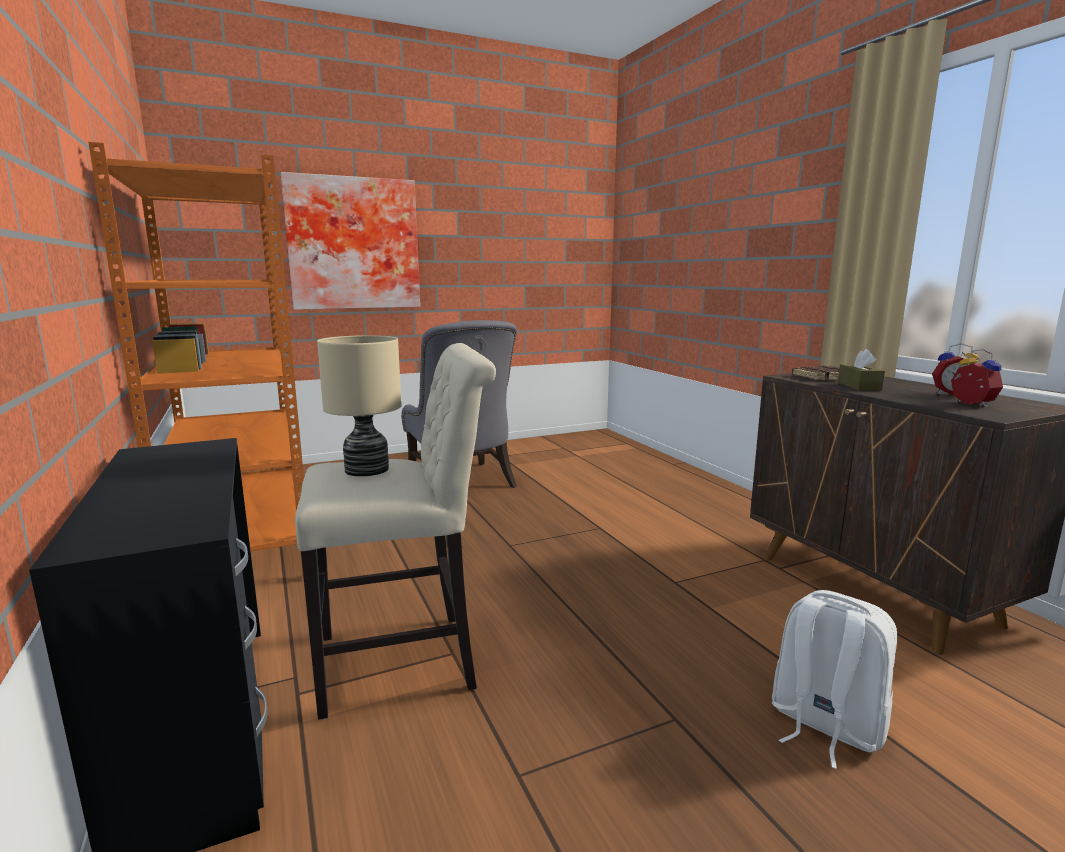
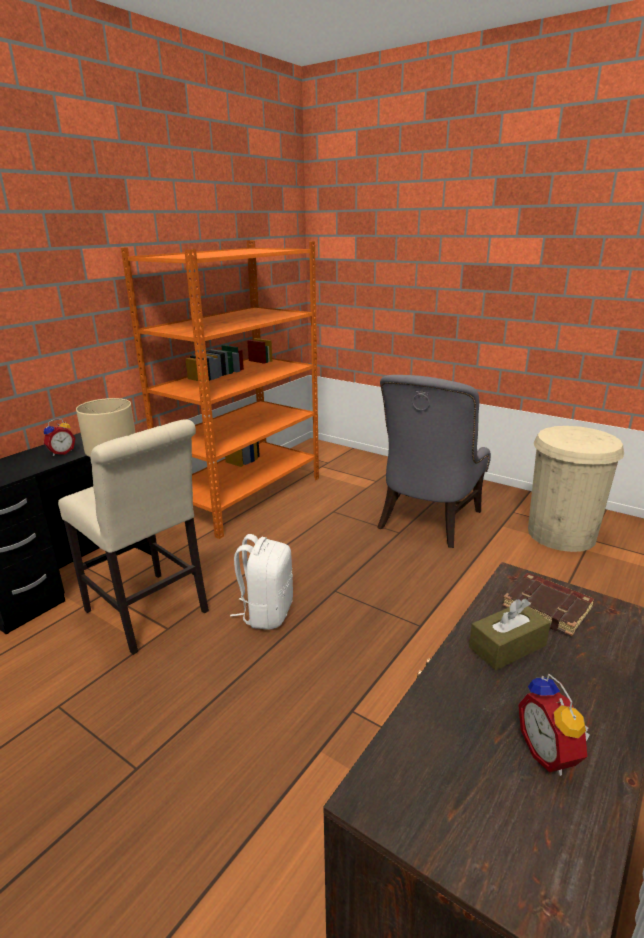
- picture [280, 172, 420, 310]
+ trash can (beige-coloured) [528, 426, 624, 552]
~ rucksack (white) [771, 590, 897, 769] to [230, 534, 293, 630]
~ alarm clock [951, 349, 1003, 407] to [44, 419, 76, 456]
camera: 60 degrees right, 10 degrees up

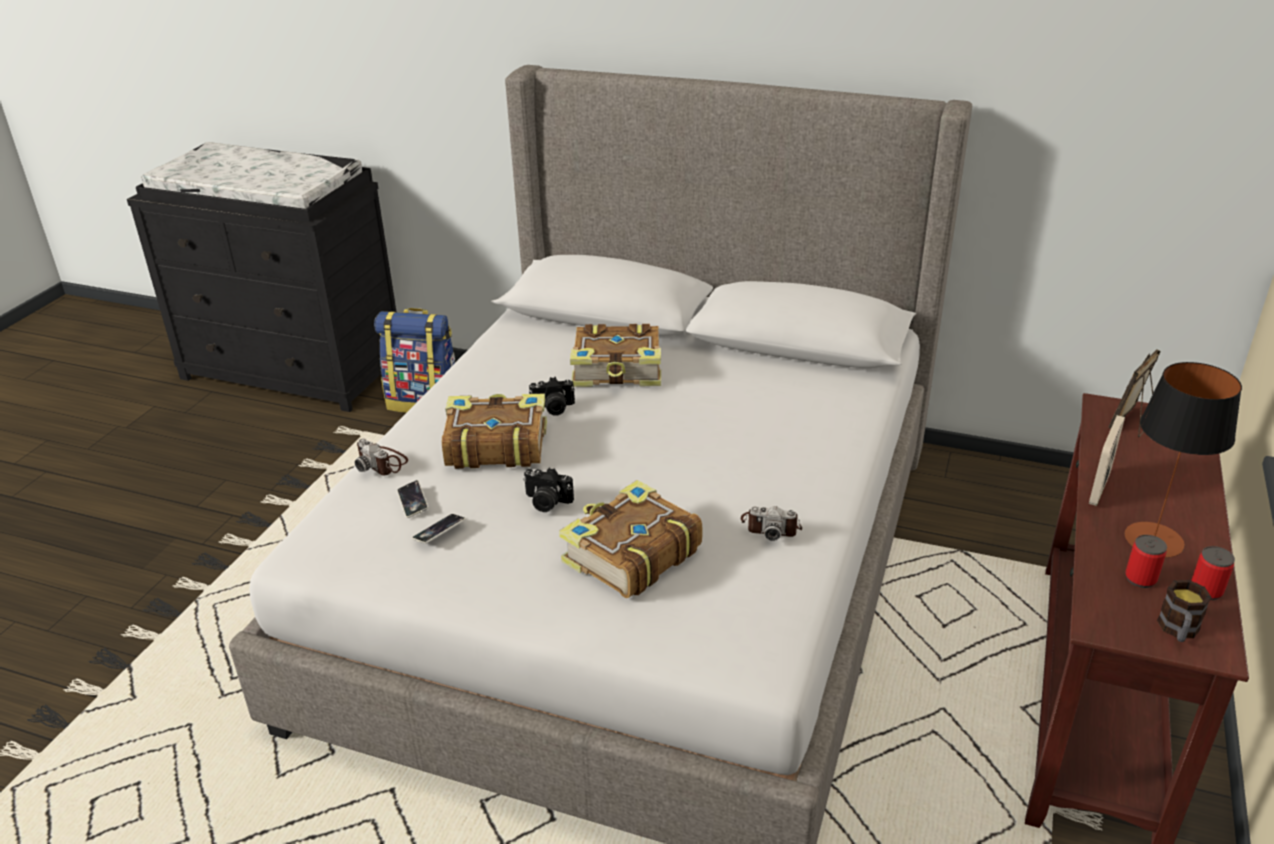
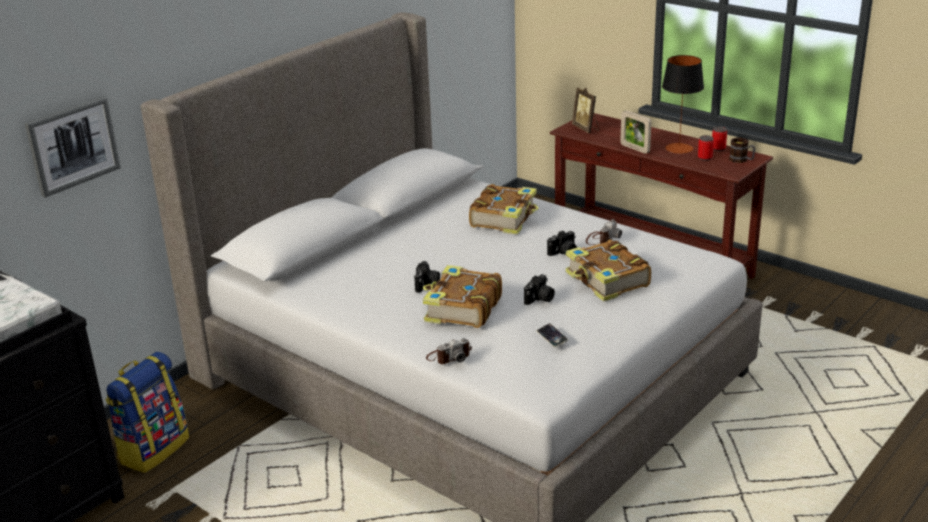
- telephone [397, 480, 429, 518]
+ picture [25, 96, 121, 198]
+ still camera [547, 231, 577, 256]
~ volume [570, 324, 661, 387] to [469, 184, 539, 235]
camera: 70 degrees left, 5 degrees down

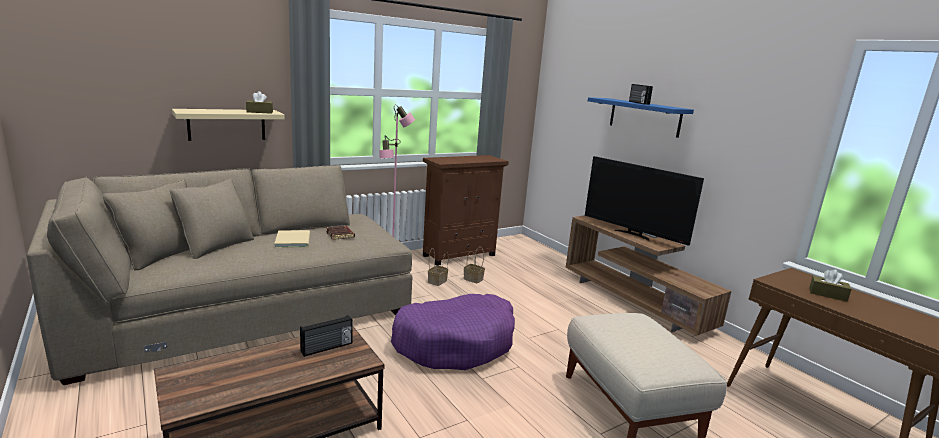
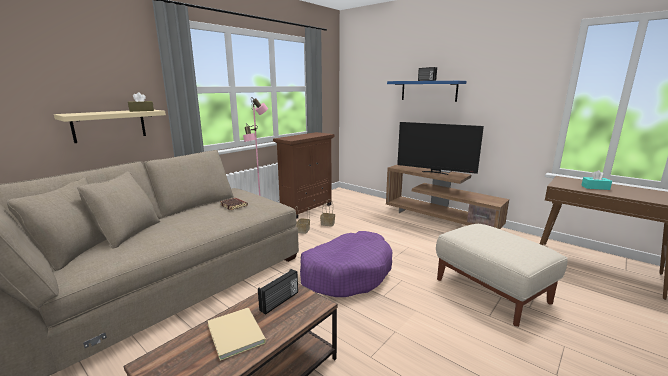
~ volume (beige-coloured) [274, 230, 310, 248] to [208, 308, 266, 361]
~ tissue holder (brown-coloured) [809, 269, 851, 301] to tissue holder (blue-green) [581, 170, 612, 190]
camera: 15 degrees left, 0 degrees up

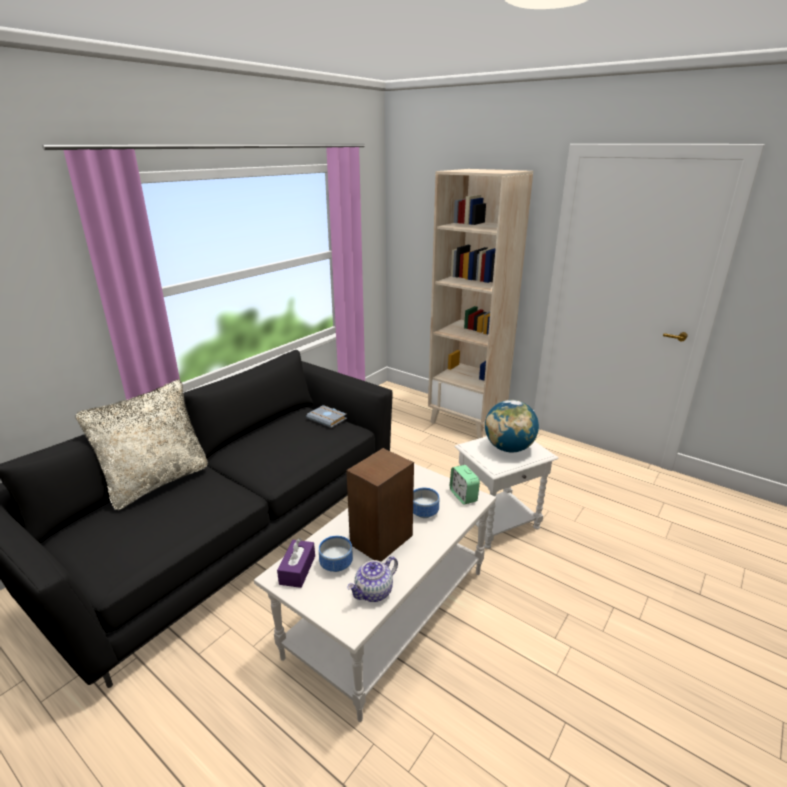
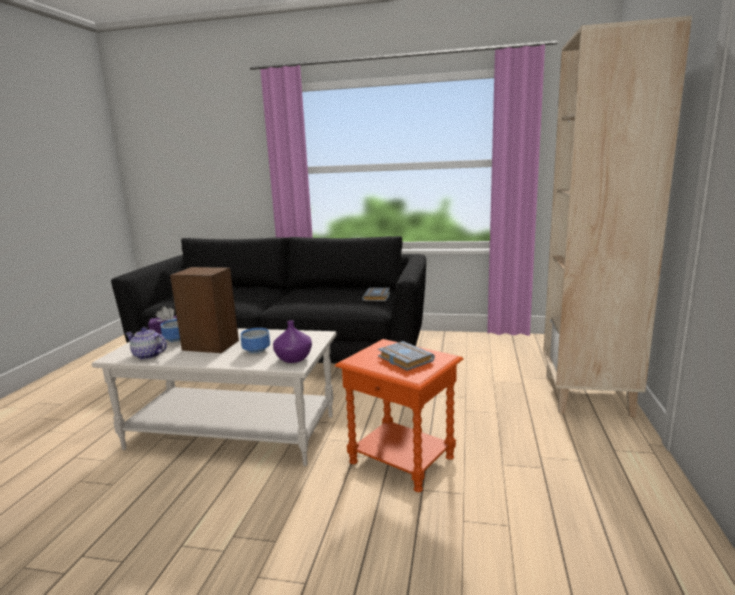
- pillow (beige-coloured) [75, 379, 208, 510]
~ alarm clock [450, 465, 480, 505] to decorative vase (purple) [273, 320, 312, 363]
~ desk globe [485, 400, 539, 452] to volume (gray) [378, 341, 435, 371]
~ side table (white) [454, 436, 559, 549] to side table (orange) [335, 339, 463, 492]
camera: 65 degrees right, 10 degrees down

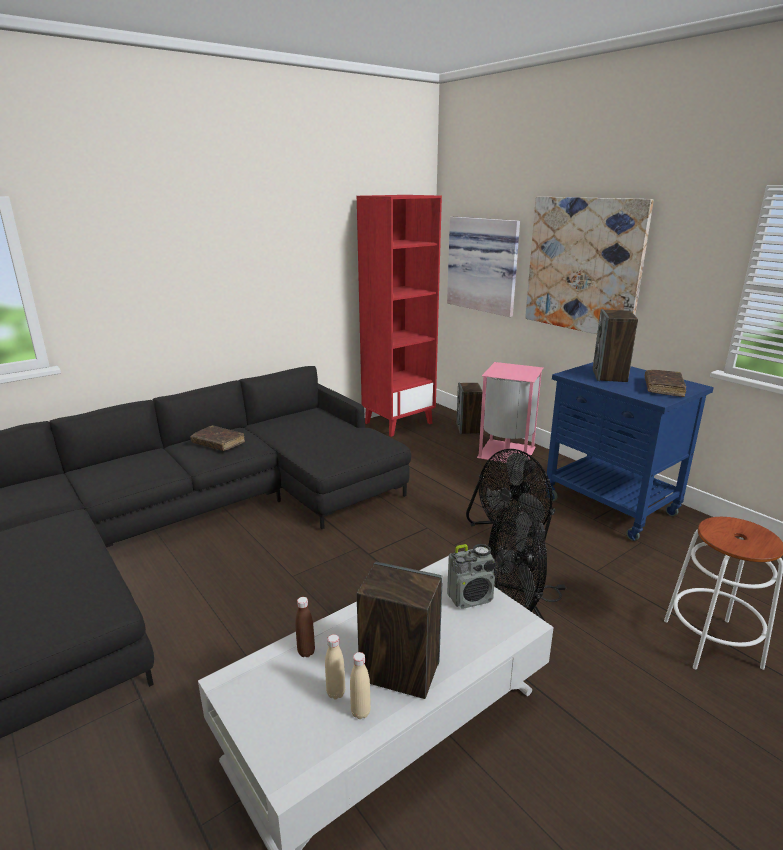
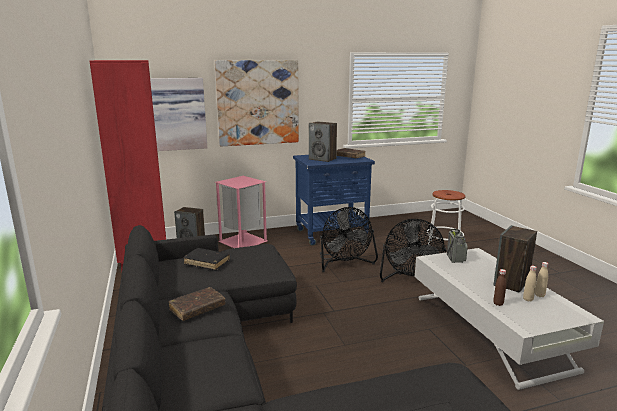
+ volume (black) [184, 248, 230, 271]
camera: 70 degrees left, 5 degrees down

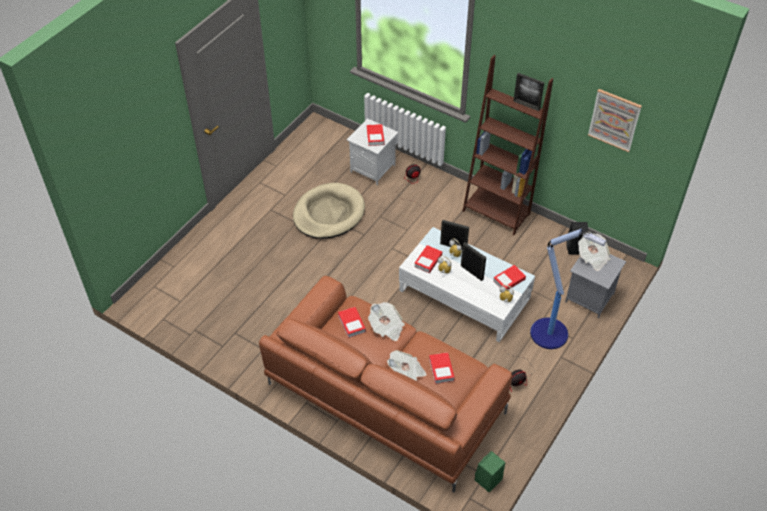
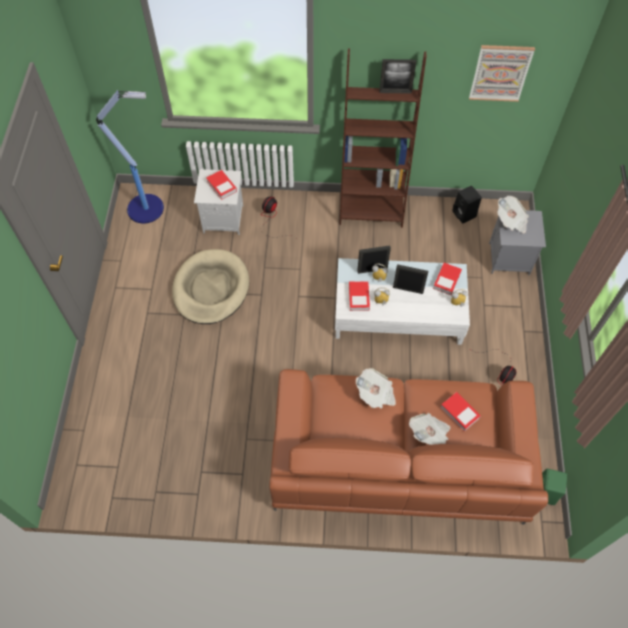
- volume [338, 307, 366, 338]
~ standing lamp [530, 228, 607, 349] to [96, 90, 164, 224]
camera: 30 degrees left, 10 degrees up

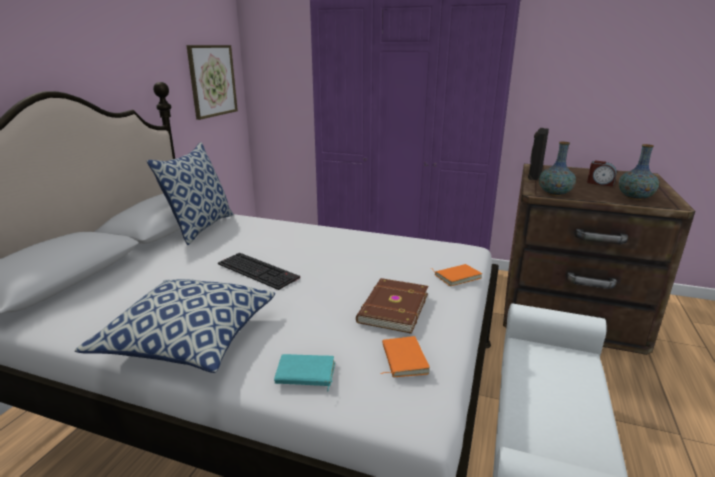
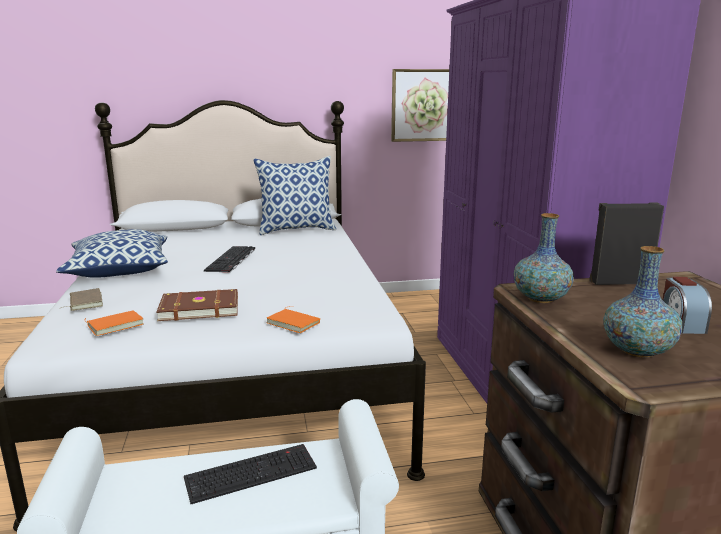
+ PC keyboard [184, 444, 317, 504]
~ volume (blue-green) [274, 354, 335, 391] to volume (brown-coloured) [61, 288, 103, 311]
camera: 60 degrees right, 5 degrees down

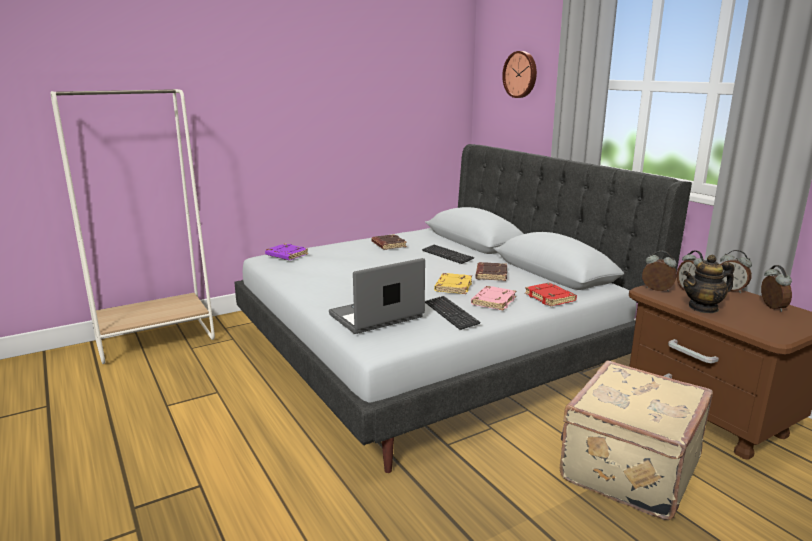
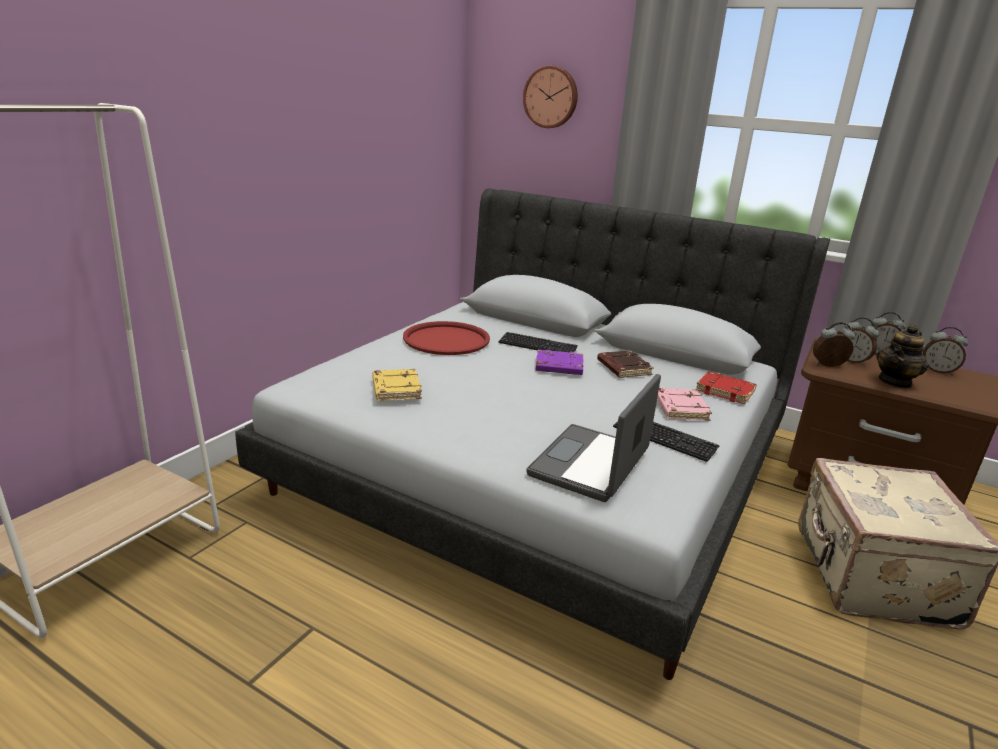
~ volume (purple) [265, 243, 308, 260] to [536, 350, 584, 375]
~ volume (yellow-coloured) [434, 273, 472, 294] to [372, 369, 422, 401]
~ volume (brown-coloured) [372, 234, 407, 250] to serving tray (red) [403, 321, 490, 355]
~ alarm clock [761, 265, 792, 312] = [923, 327, 968, 375] 150 degrees clockwise
camera: 30 degrees left, 5 degrees up

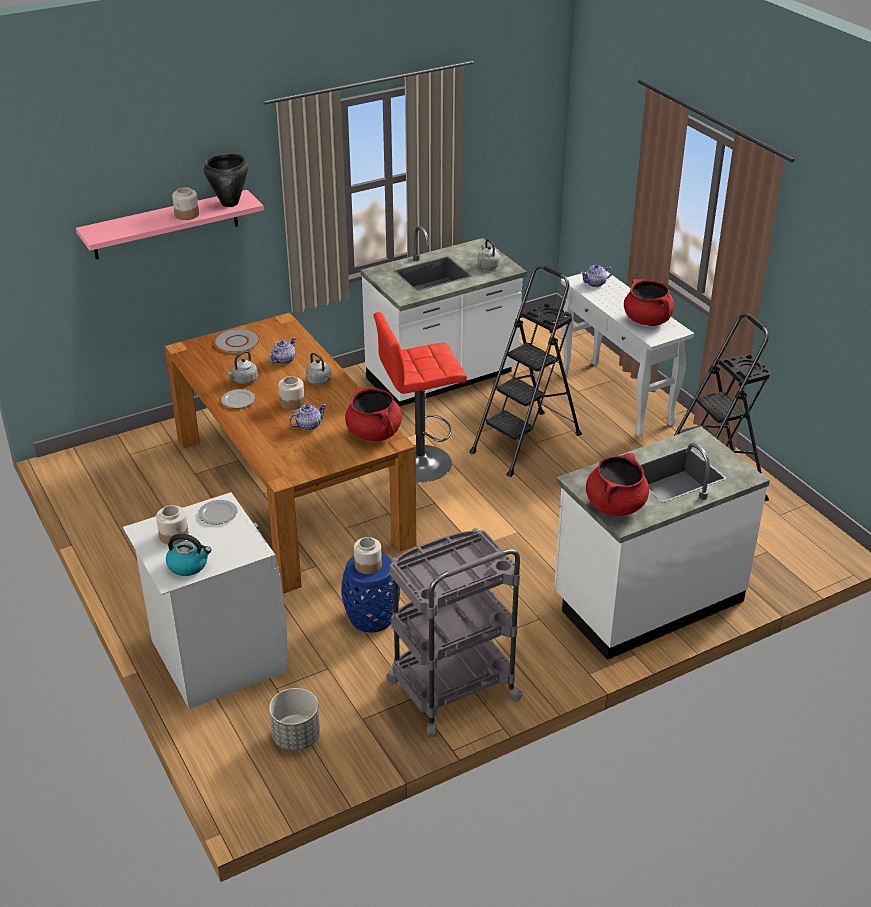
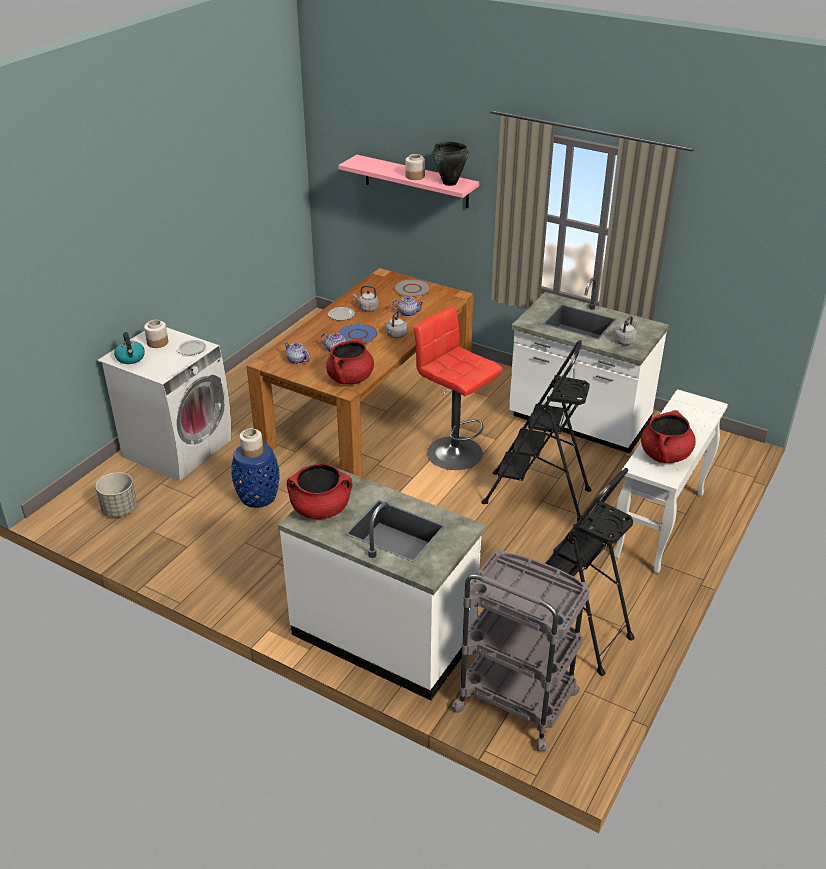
~ wheeled cart (gray) [386, 528, 523, 737] to [451, 550, 590, 751]
~ tea pot [580, 264, 613, 287] to [284, 341, 310, 364]
~ preserve jar [278, 376, 305, 410] to flat dish (bluish) [338, 323, 378, 344]
camera: 60 degrees right, 0 degrees up

